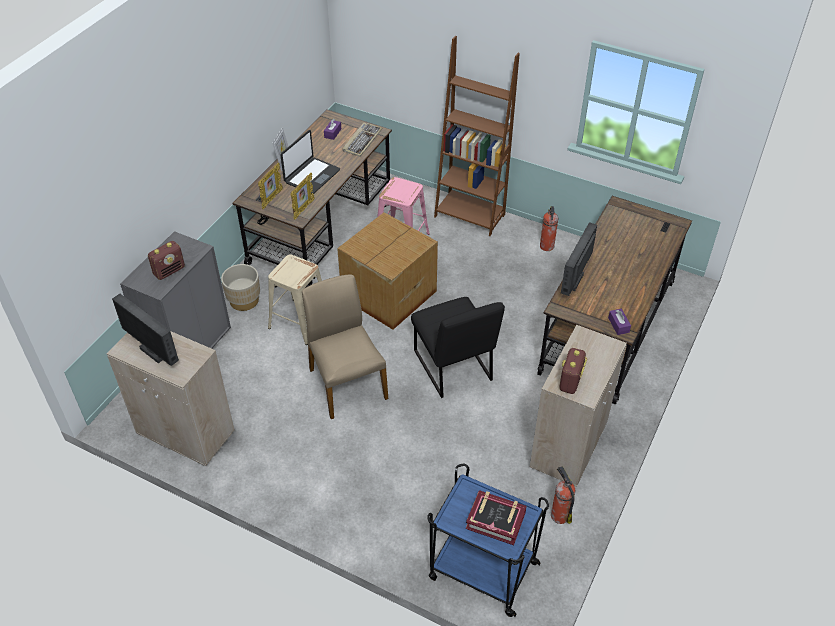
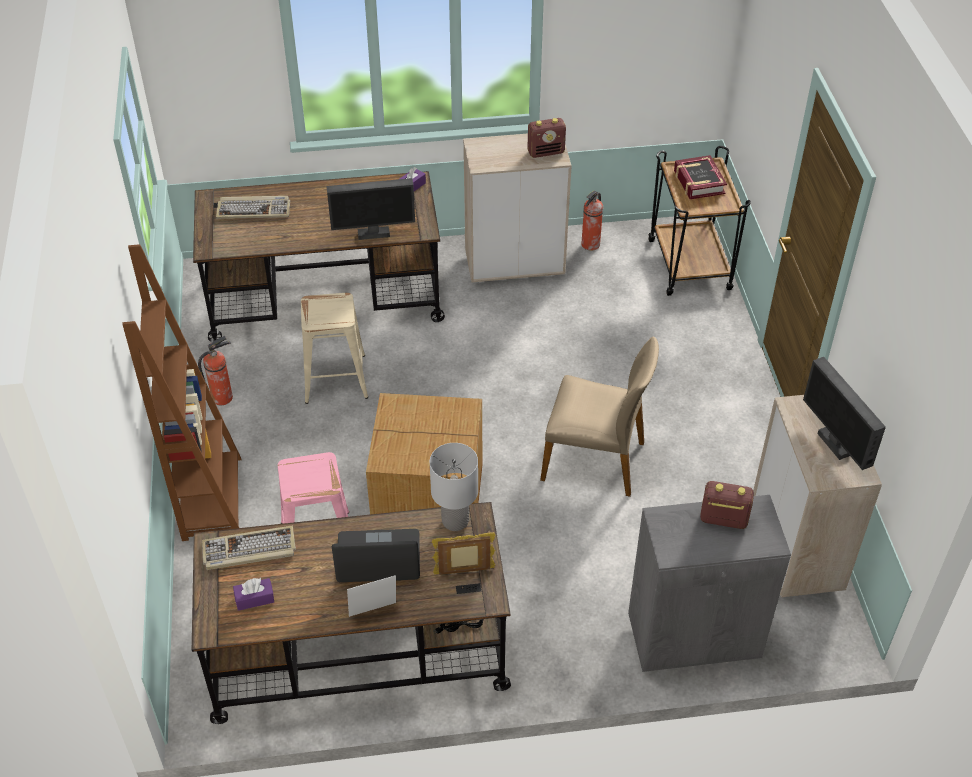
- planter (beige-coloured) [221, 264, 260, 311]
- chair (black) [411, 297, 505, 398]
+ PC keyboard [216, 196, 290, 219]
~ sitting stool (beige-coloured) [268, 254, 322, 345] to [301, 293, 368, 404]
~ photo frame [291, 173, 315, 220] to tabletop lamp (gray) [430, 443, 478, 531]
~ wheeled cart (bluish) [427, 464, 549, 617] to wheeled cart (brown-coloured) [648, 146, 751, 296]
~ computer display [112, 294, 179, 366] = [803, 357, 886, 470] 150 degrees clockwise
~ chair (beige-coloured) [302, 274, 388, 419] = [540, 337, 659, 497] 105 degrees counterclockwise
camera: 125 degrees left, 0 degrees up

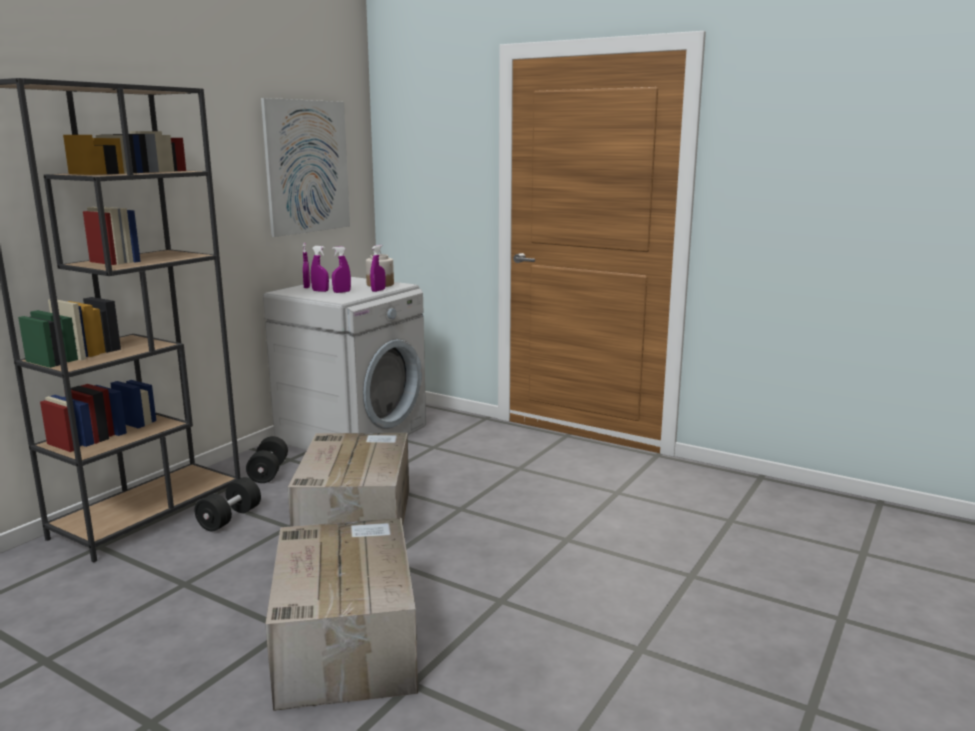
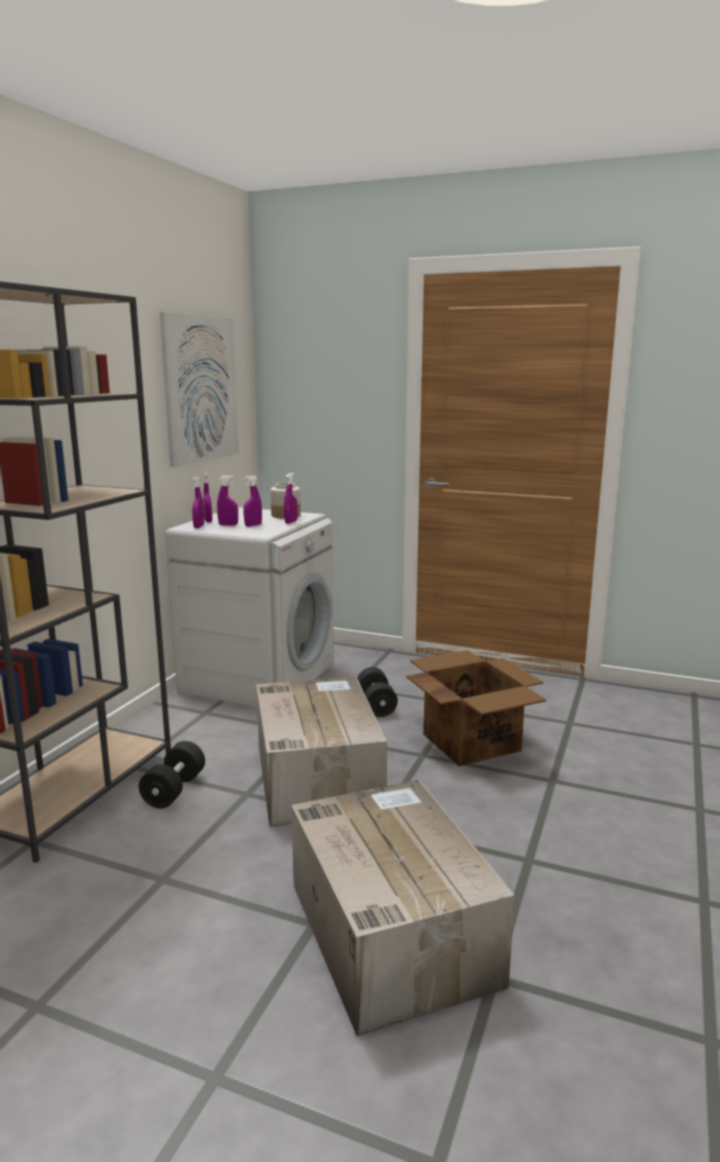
+ hand sprayer (purple) [192, 476, 204, 528]
+ carton [406, 650, 546, 766]
~ hand weight (black) [246, 436, 288, 483] to [357, 667, 398, 717]
camera: 10 degrees left, 0 degrees up

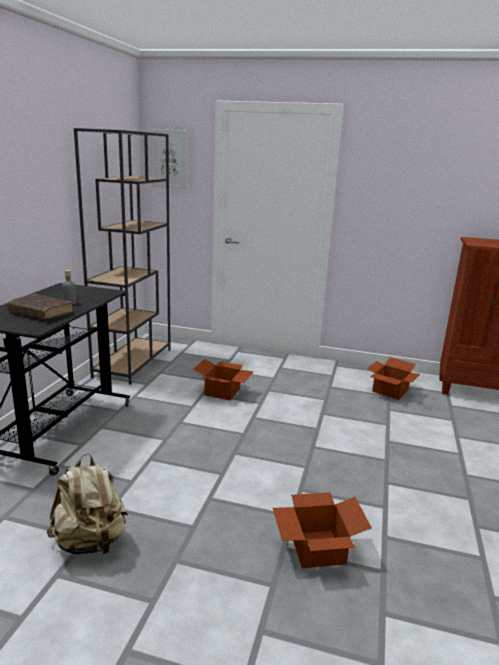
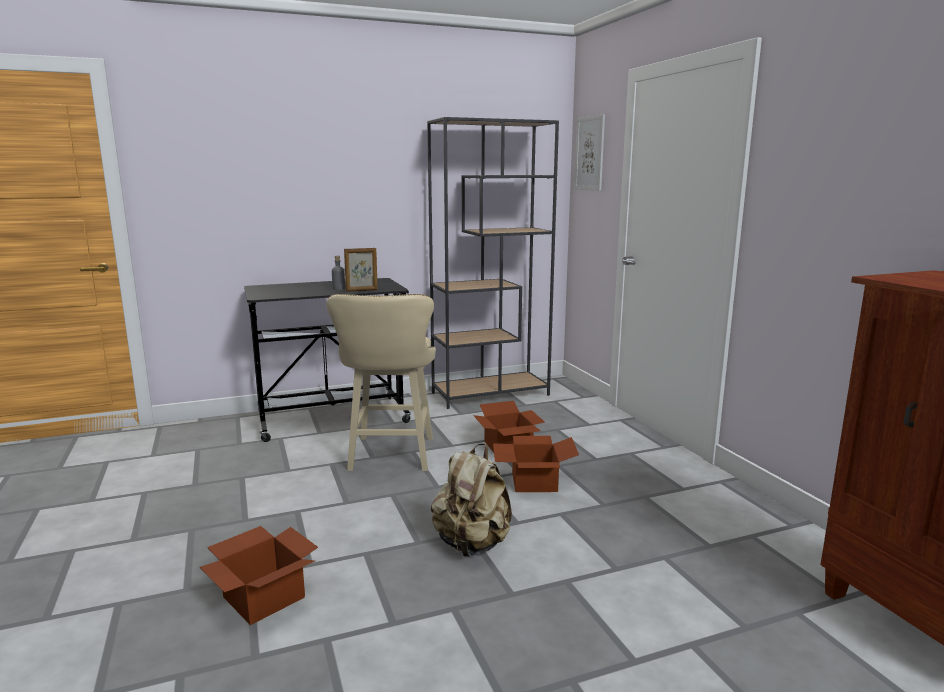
- volume (brown-coloured) [7, 294, 73, 319]
+ sitting stool (beige-coloured) [326, 294, 436, 471]
+ photo frame [344, 248, 378, 292]
~ rucksack (beige-coloured) [46, 453, 128, 555] to [431, 444, 512, 557]
~ carton [367, 357, 420, 400] to [493, 436, 579, 492]
camera: 55 degrees right, 5 degrees down

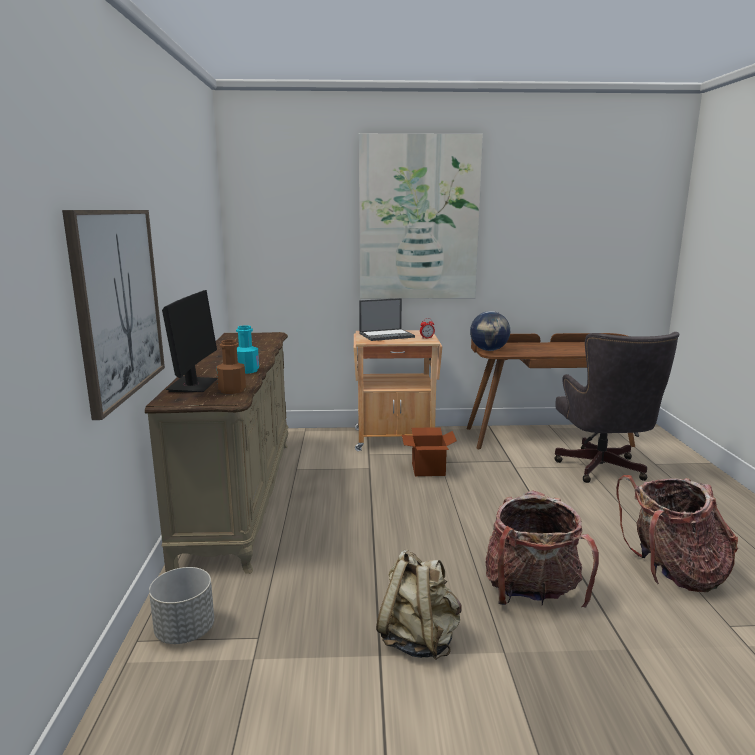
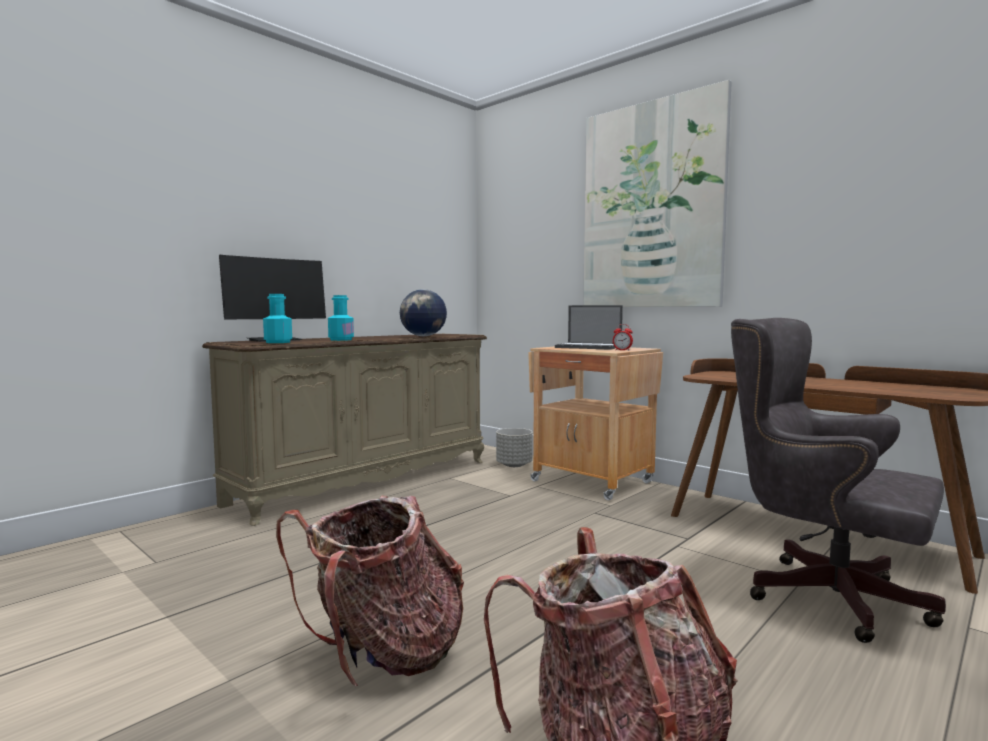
- picture [62, 210, 165, 420]
- rucksack (beige-coloured) [376, 550, 462, 660]
- carton [402, 427, 457, 476]
~ planter (gray) [149, 567, 214, 644] to [496, 428, 533, 467]
~ desk globe [470, 311, 510, 351] to [400, 289, 447, 336]
~ drink bottle (brown-coloured) [217, 340, 246, 394] to drink bottle (blue-green) [263, 294, 292, 343]
~ office chair (gray) [554, 332, 680, 483] = [731, 318, 946, 643] 90 degrees clockwise
camera: 45 degrees right, 10 degrees down

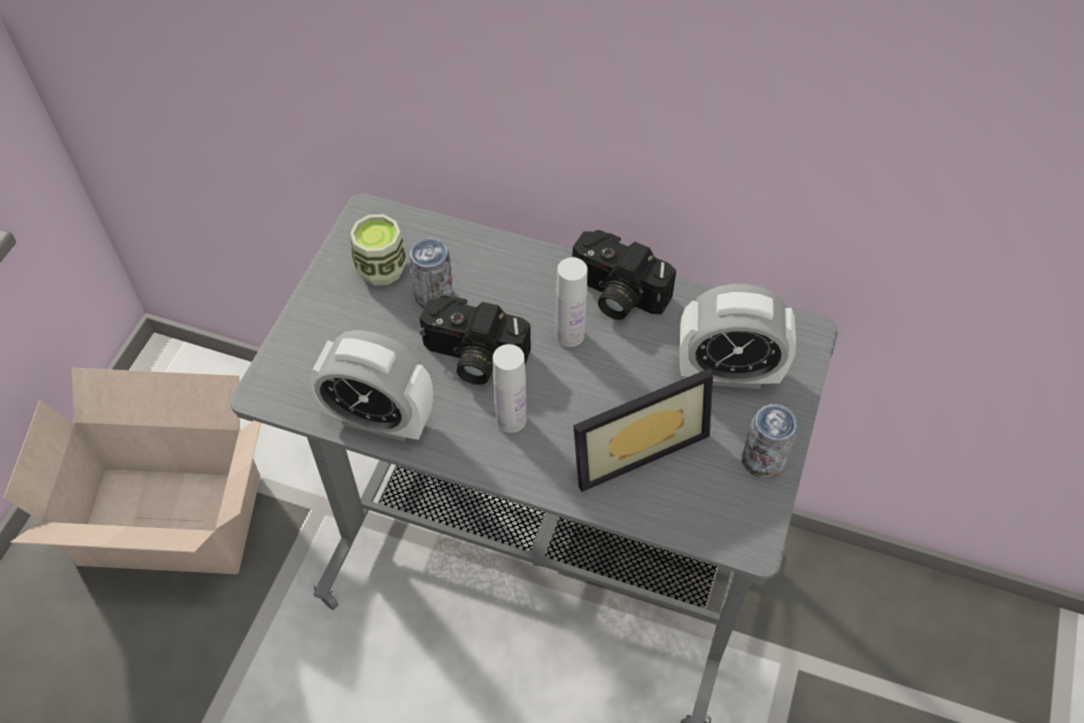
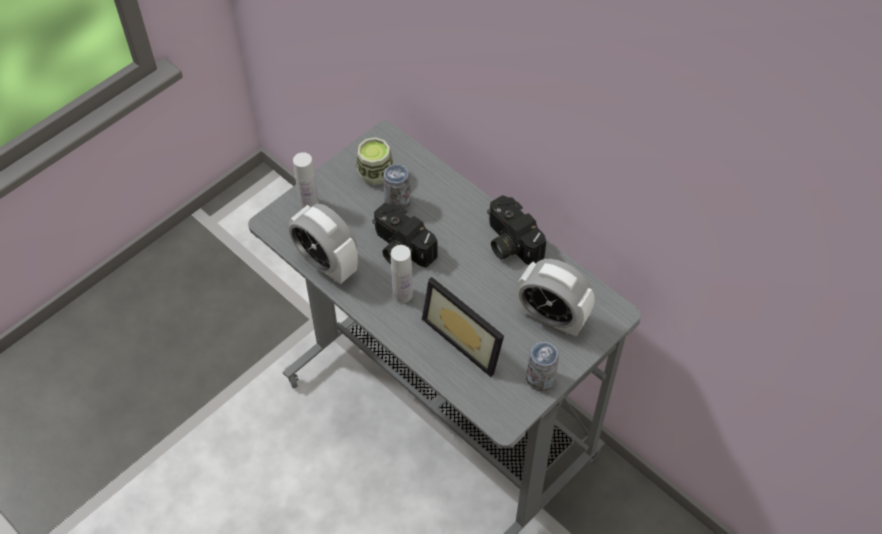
- carton [3, 368, 261, 574]
~ drink bottle (white) [556, 257, 587, 347] to [293, 152, 319, 209]
~ photo frame [573, 368, 713, 492] = [422, 277, 504, 377] 45 degrees clockwise
camera: 25 degrees right, 0 degrees up

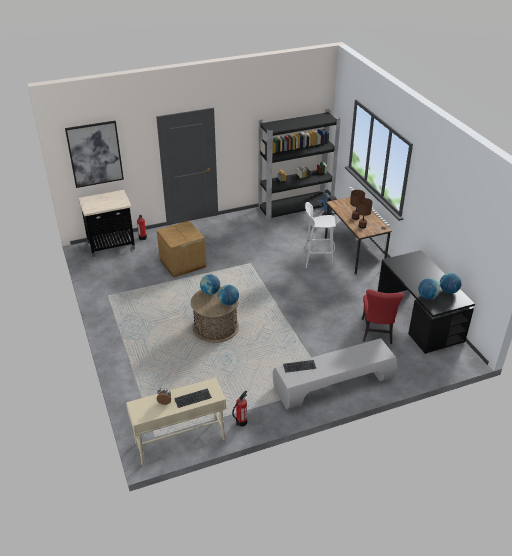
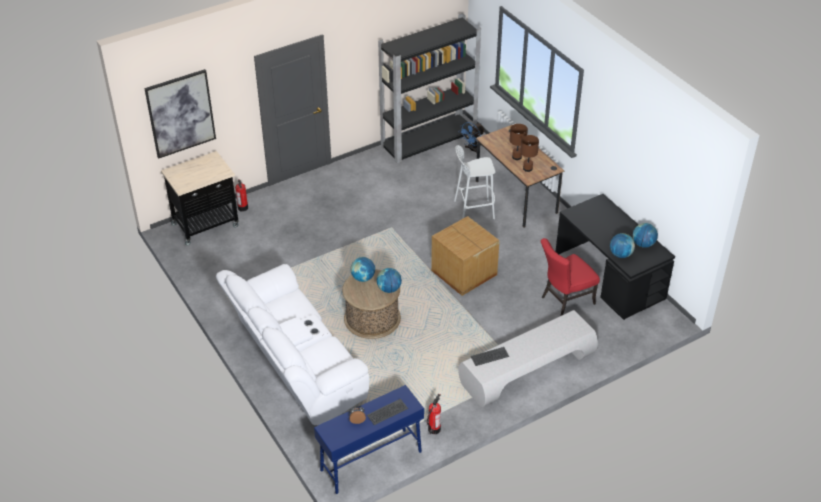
+ settee (white) [216, 264, 369, 425]
~ carton [156, 221, 206, 278] to [431, 216, 499, 296]
~ narrow table (beige-coloured) [126, 378, 226, 465] to narrow table (bluish) [314, 385, 424, 494]
~ chair (red) [362, 289, 404, 344] = [541, 238, 600, 316] 60 degrees clockwise
camera: 10 degrees left, 5 degrees up

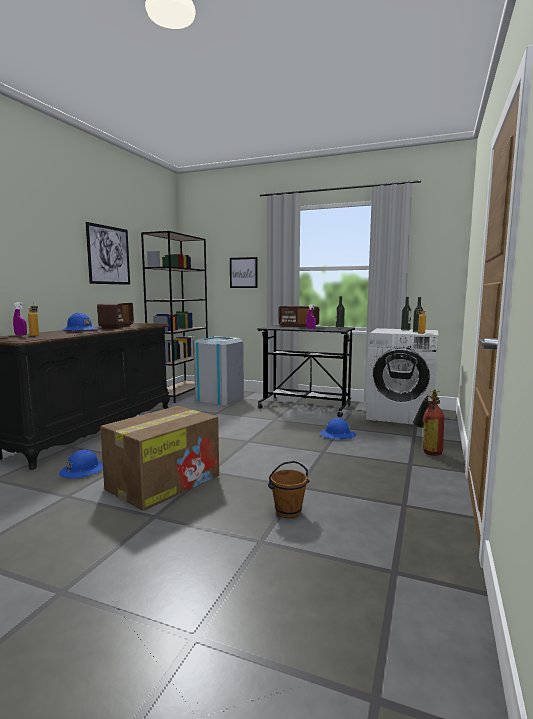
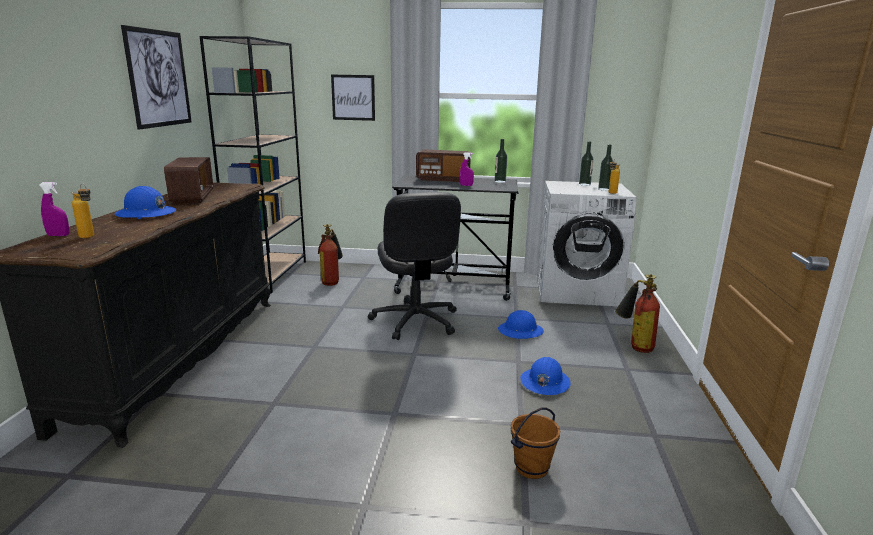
- carton [100, 406, 219, 511]
+ office chair (black) [368, 192, 461, 340]
~ hard hat (bluish) [59, 450, 103, 478] to [521, 357, 571, 395]
~ trash can (gray) [194, 336, 244, 405] to fire extinguisher [318, 224, 343, 286]
camera: 15 degrees left, 10 degrees up

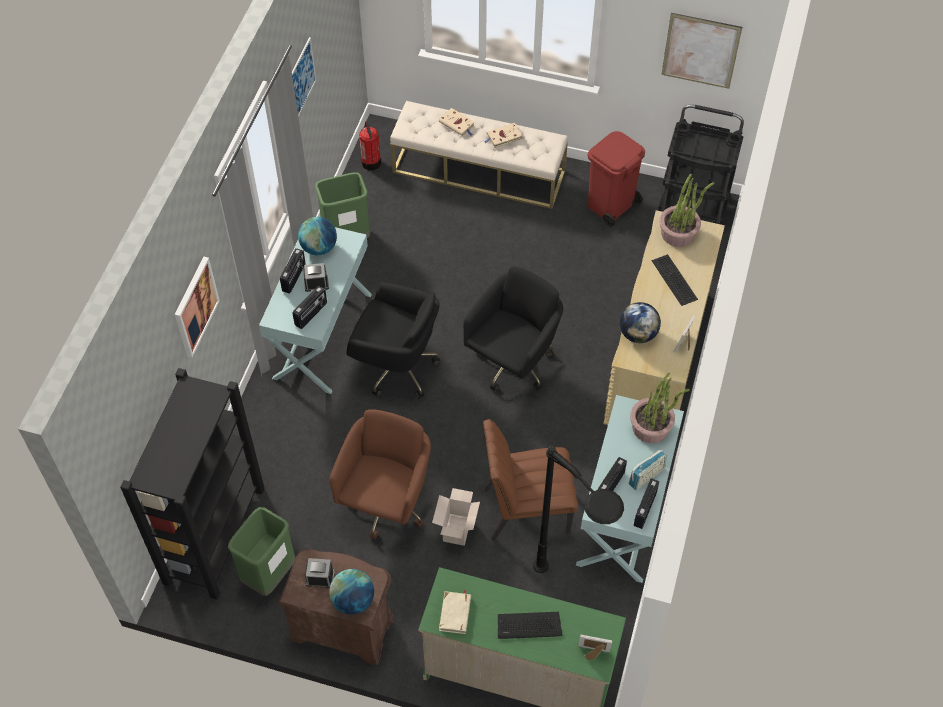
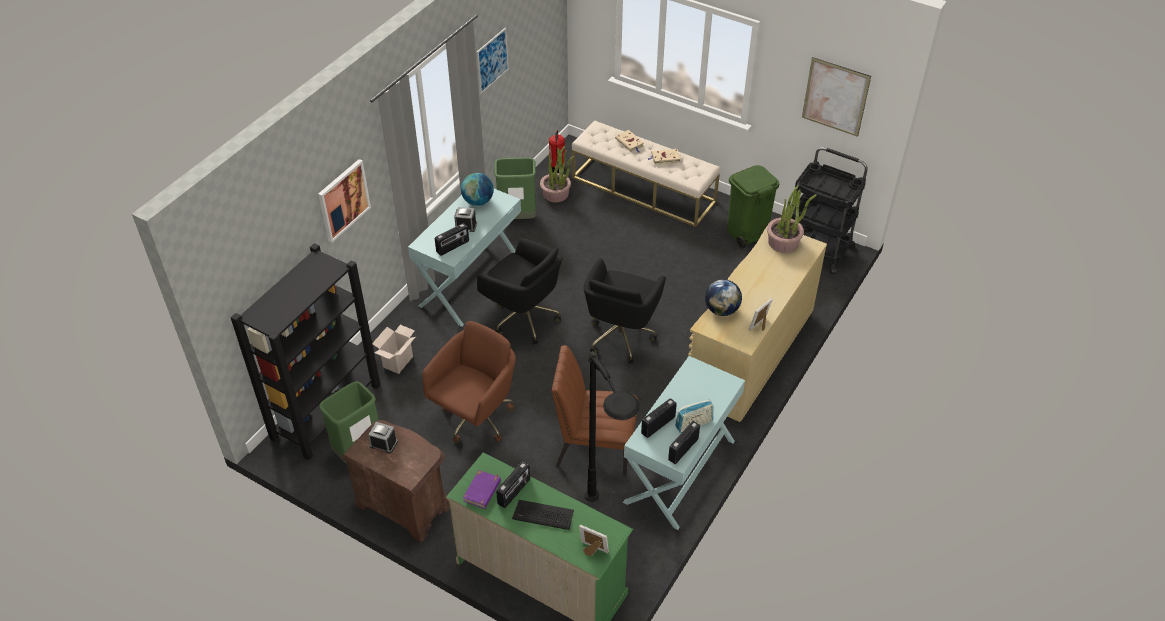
- desk globe [329, 569, 374, 615]
- PC keyboard [652, 254, 698, 306]
~ radio receiver [280, 248, 305, 294] to [496, 461, 530, 508]
~ carton [432, 488, 480, 546] to [372, 325, 415, 374]
~ potted plant [630, 373, 690, 443] to [540, 146, 574, 203]
~ volume (beige-coloured) [439, 590, 471, 634] to volume (purple) [463, 470, 501, 509]
~ trash can (red) [588, 131, 645, 227] to trash can (greenish) [727, 165, 779, 249]
~ office chair (black) [463, 266, 563, 391] = [583, 258, 666, 364] 150 degrees clockwise
camera: 15 degrees right, 10 degrees down

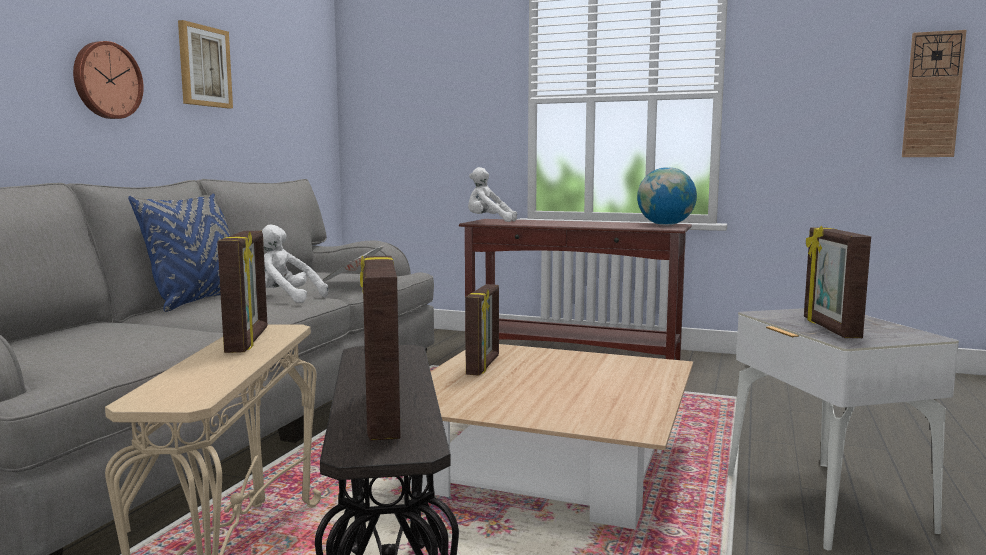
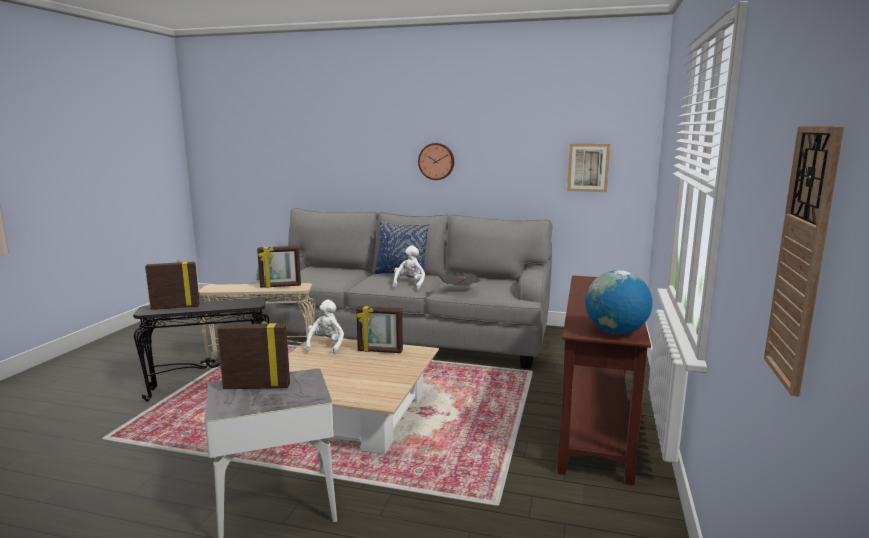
~ picture [178, 20, 233, 109] to [567, 144, 610, 192]
~ soft toy (white) [468, 167, 517, 222] to [305, 299, 344, 354]
camera: 85 degrees right, 5 degrees up

